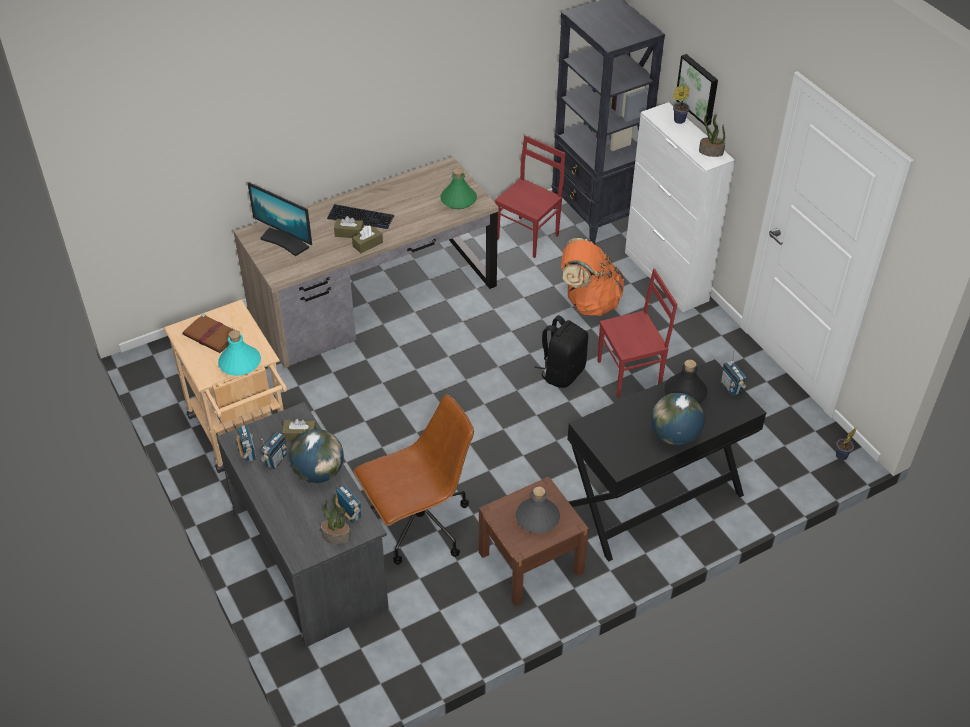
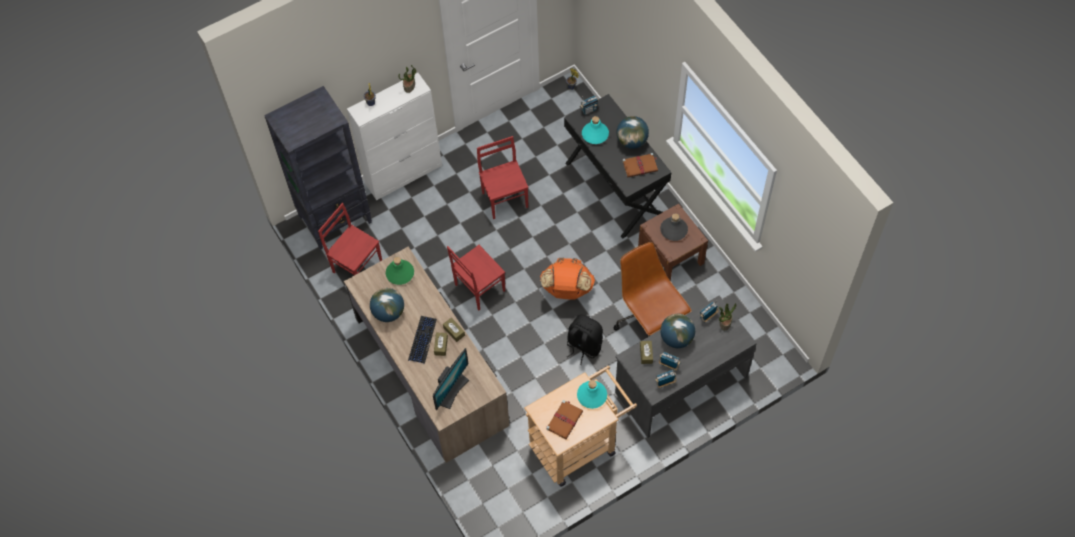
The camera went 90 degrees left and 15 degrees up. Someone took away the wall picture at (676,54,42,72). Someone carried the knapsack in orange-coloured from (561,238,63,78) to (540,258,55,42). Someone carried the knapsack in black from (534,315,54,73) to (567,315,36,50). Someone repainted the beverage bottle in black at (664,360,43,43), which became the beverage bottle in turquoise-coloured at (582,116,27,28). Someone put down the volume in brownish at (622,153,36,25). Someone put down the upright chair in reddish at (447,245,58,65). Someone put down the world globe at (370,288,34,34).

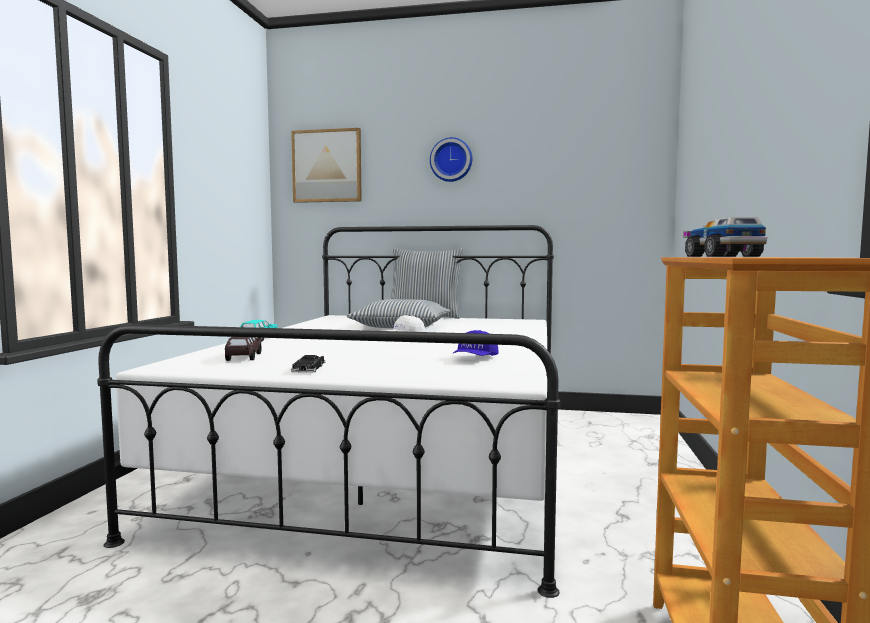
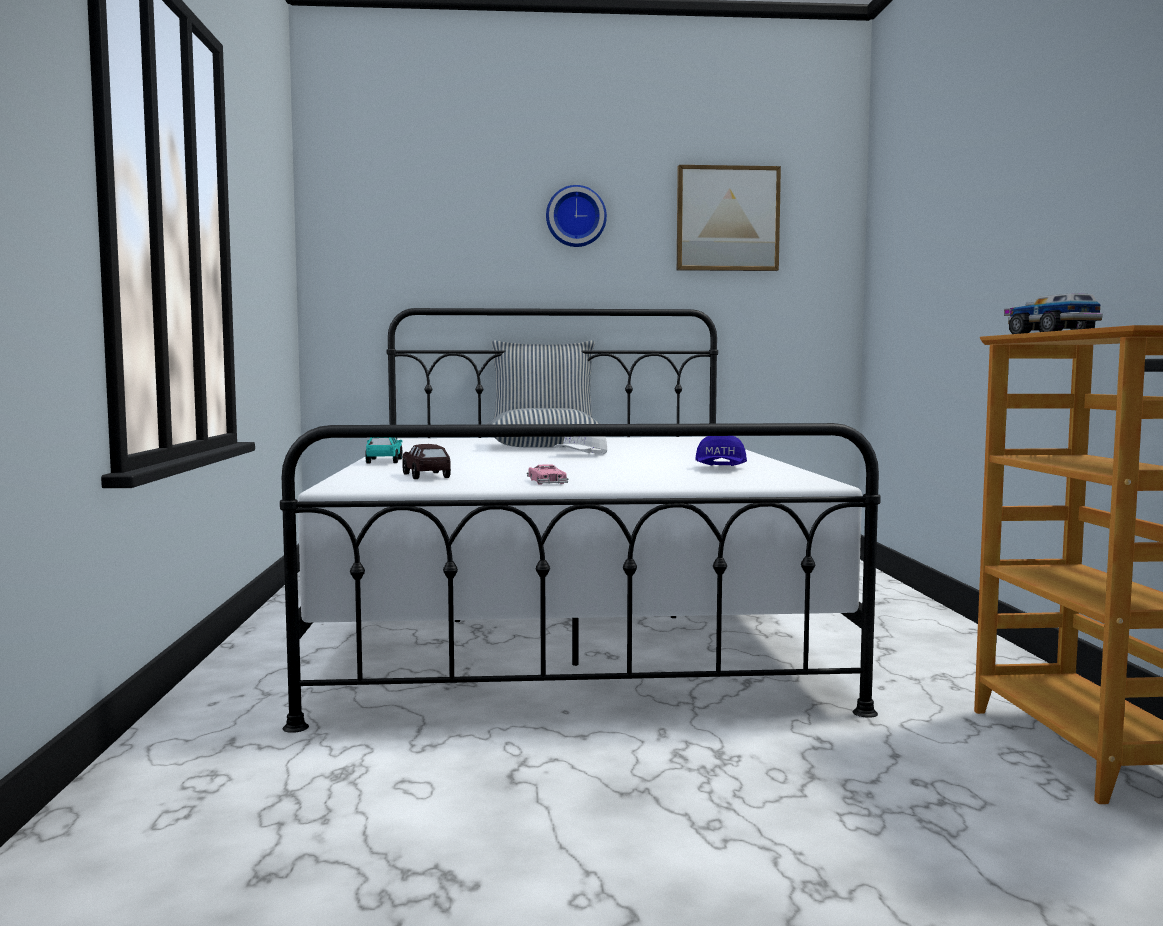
The camera went 15 degrees left and 0 degrees up. Someone carried the wall picture from (291,128,71,75) to (677,165,104,106). Someone repainted the miniature car in black at (291,355,34,18), which became the miniature car in pinkish at (527,464,41,21).

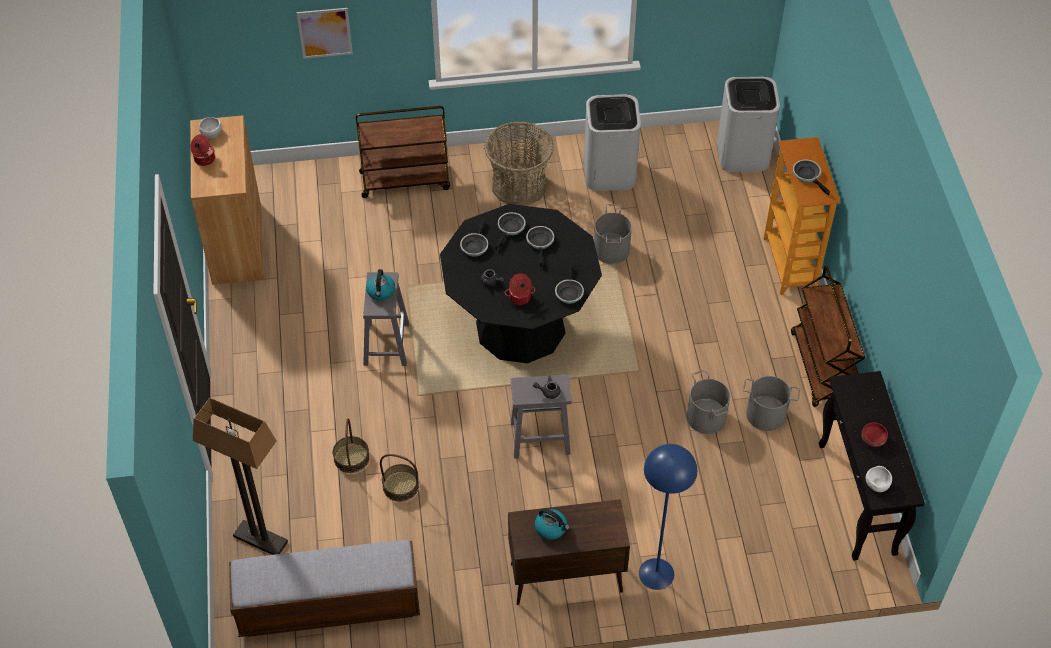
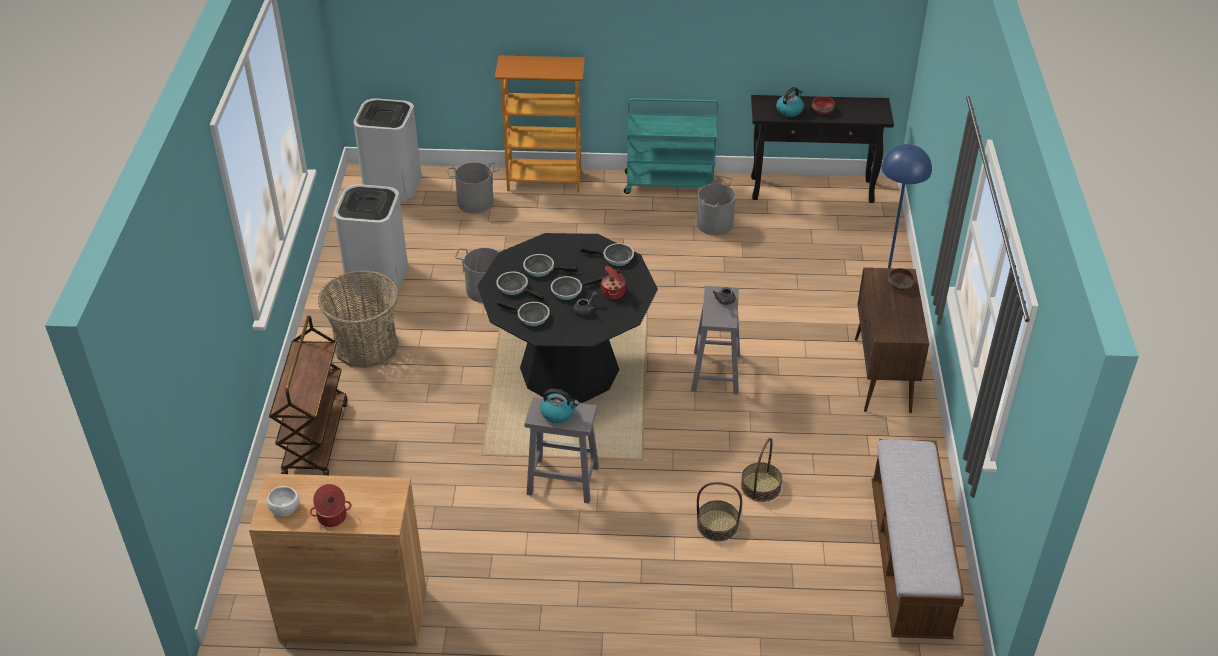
The camera went 80 degrees left and 10 degrees down. Someone took away the wall picture at (297,8,56,51). Someone carried the skillet from (793,159,37,37) to (551,276,52,24). Someone repainted the trolley in brownish at (791,266,74,141), which became the trolley in turquoise-coloured at (624,98,94,96). Someone carried the pail in gray from (687,370,43,64) to (447,162,52,51). Someone took away the floor lamp at (193,398,95,157). Someone took away the deep dish in whitish at (866,466,26,26). Someone carried the water kettle from (535,508,35,32) to (776,87,28,30). Someone put down the deep dish in brownish at (888,268,26,22).

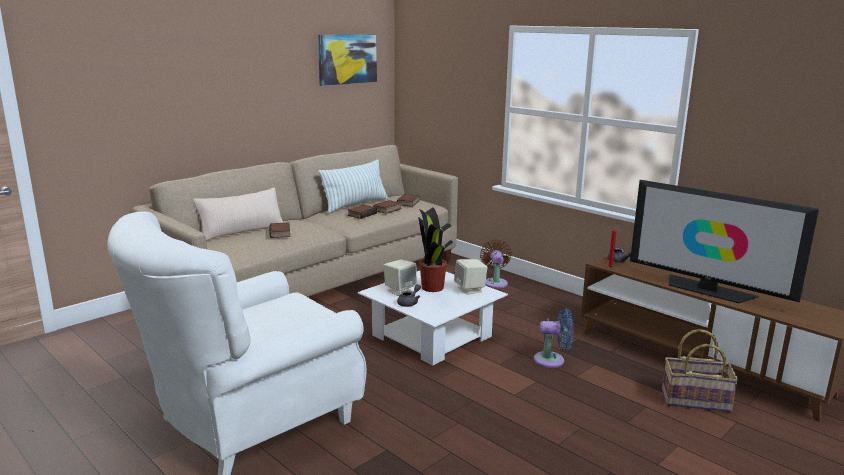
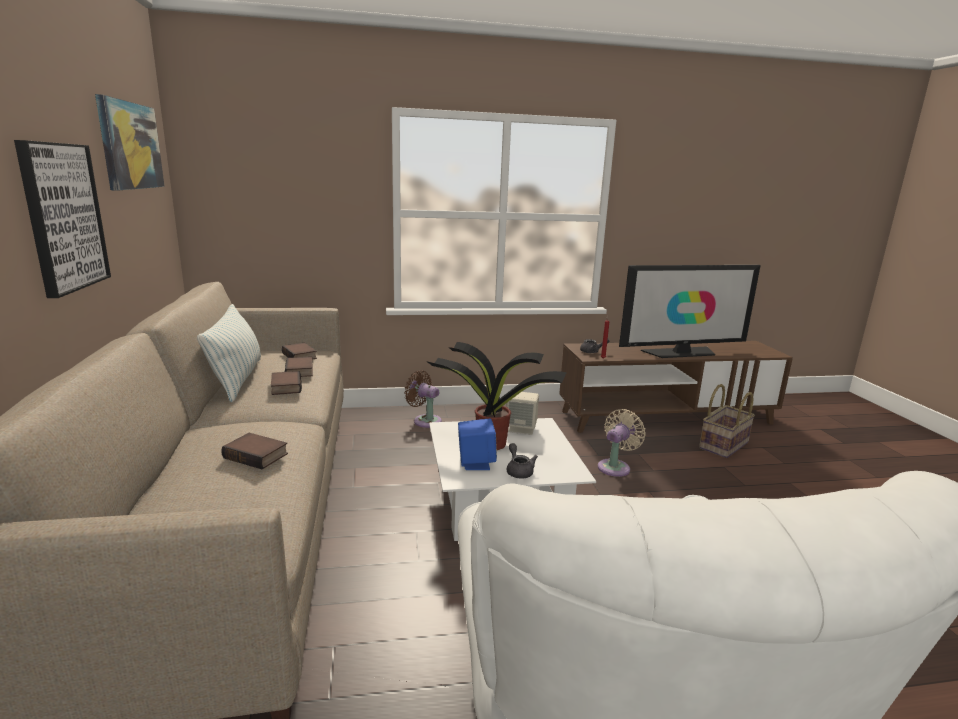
The camera went 55 degrees left and 0 degrees up. Someone took away the throw pillow in sand-coloured at (193,188,90,53). Someone repainted the audio speaker in sand-coloured at (384,259,33,37), which became the audio speaker in blue at (458,419,39,51). Someone repainted the electric fan in blue at (534,308,39,60), which became the electric fan in sand-coloured at (598,409,48,68). Someone put up the wall picture at (14,140,97,158).

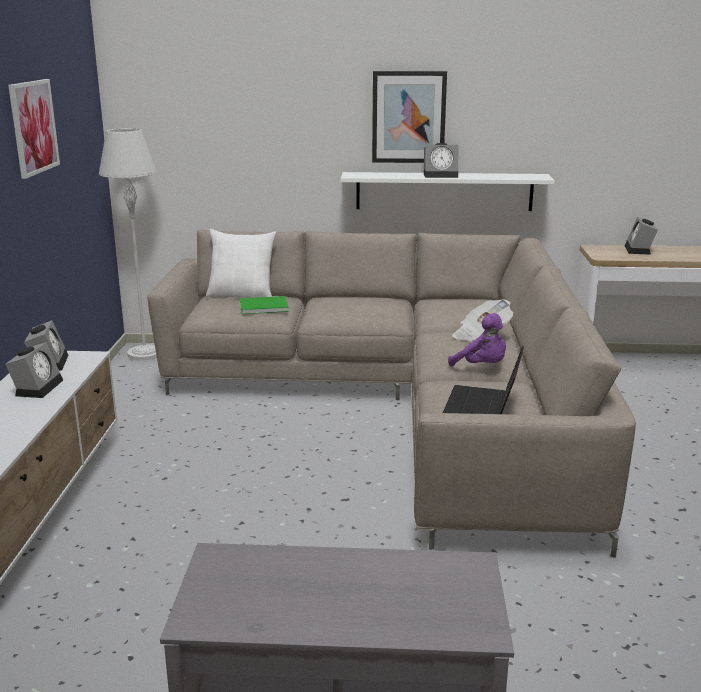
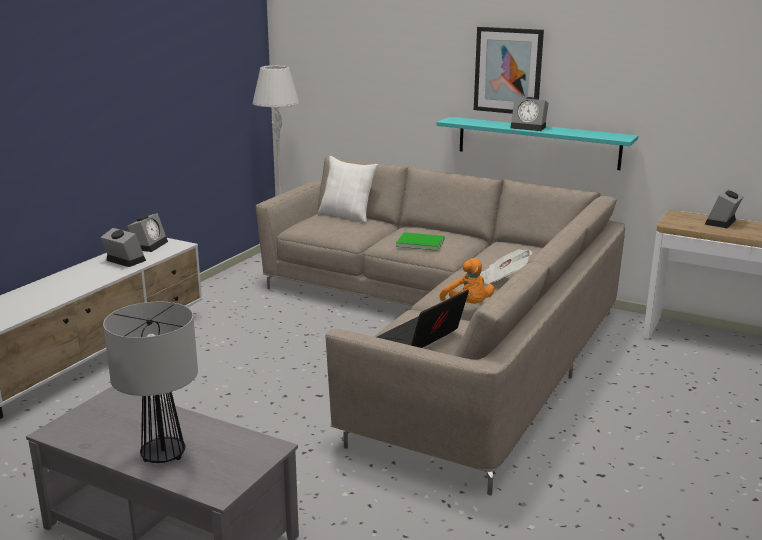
The camera went 25 degrees right and 0 degrees up. Someone took away the wall picture at (8,79,52,100). Someone repainted the wall shelf in whitish at (340,172,215,39), which became the wall shelf in turquoise-coloured at (437,117,201,53). Someone carried the volume in green from (240,296,49,18) to (396,232,49,19). Someone repainted the cuddly toy in purplish at (448,313,58,53), which became the cuddly toy in orange-coloured at (440,258,54,46). Someone rotated the bedside clock at (5,342,58,56) by 90 degrees counterclockwise. Someone put down the tabletop lamp at (103,302,95,161).

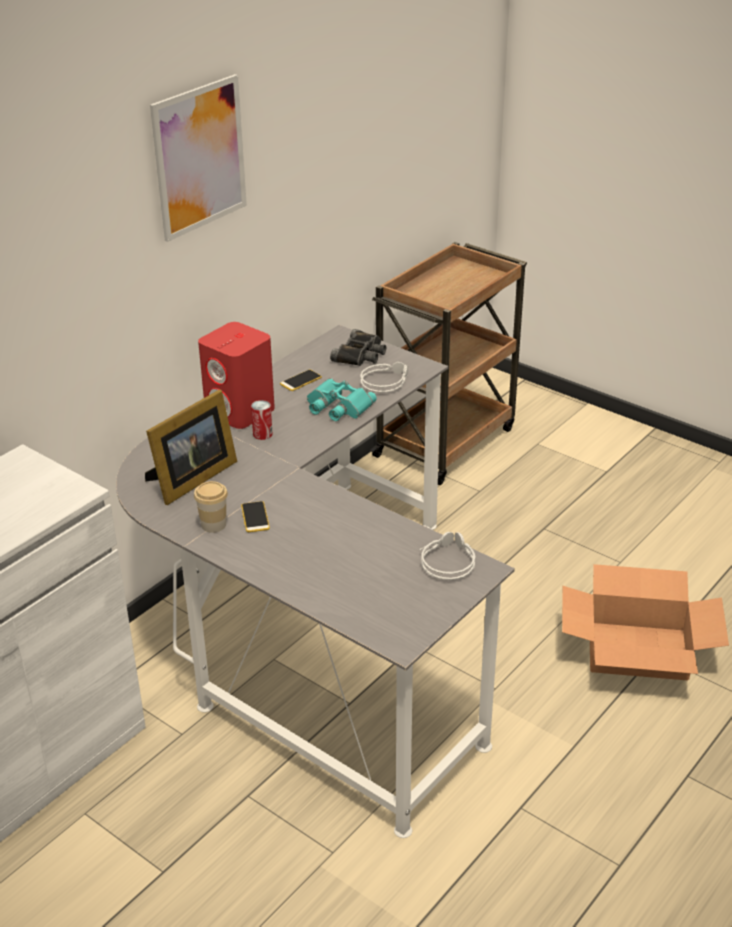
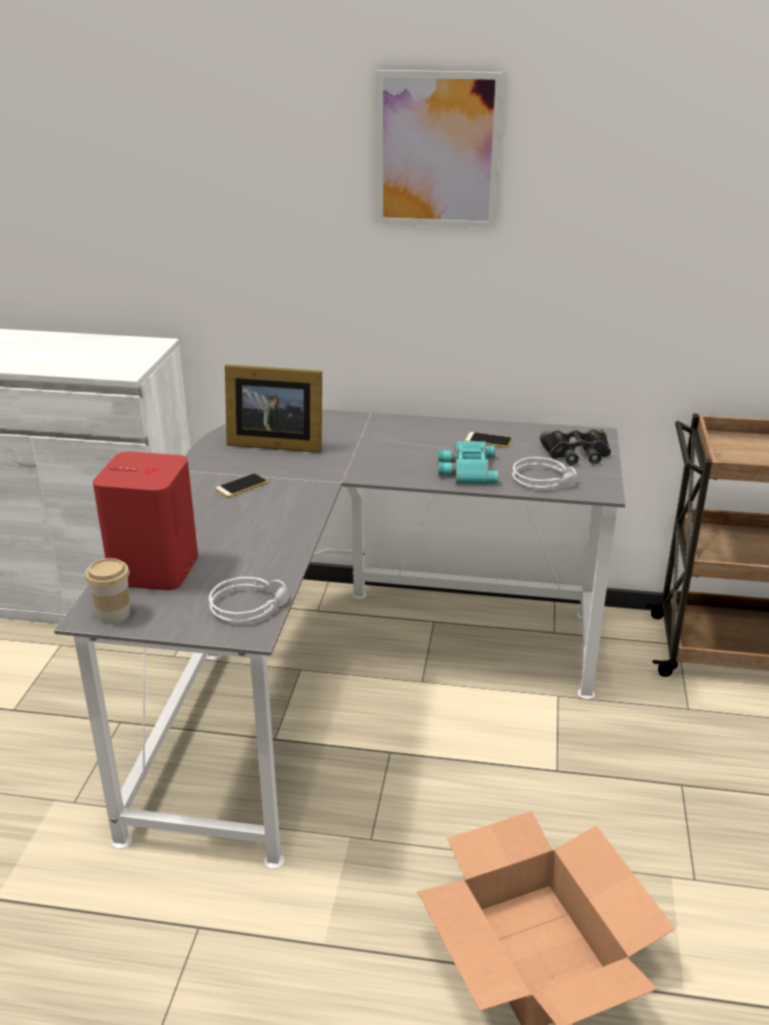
The camera went 60 degrees right and 5 degrees down. Someone carried the audio speaker in reddish from (198,322,77,107) to (93,451,105,140). Someone took away the metal can at (251,400,22,40). Someone carried the small cup from (194,481,34,52) to (85,558,45,66).

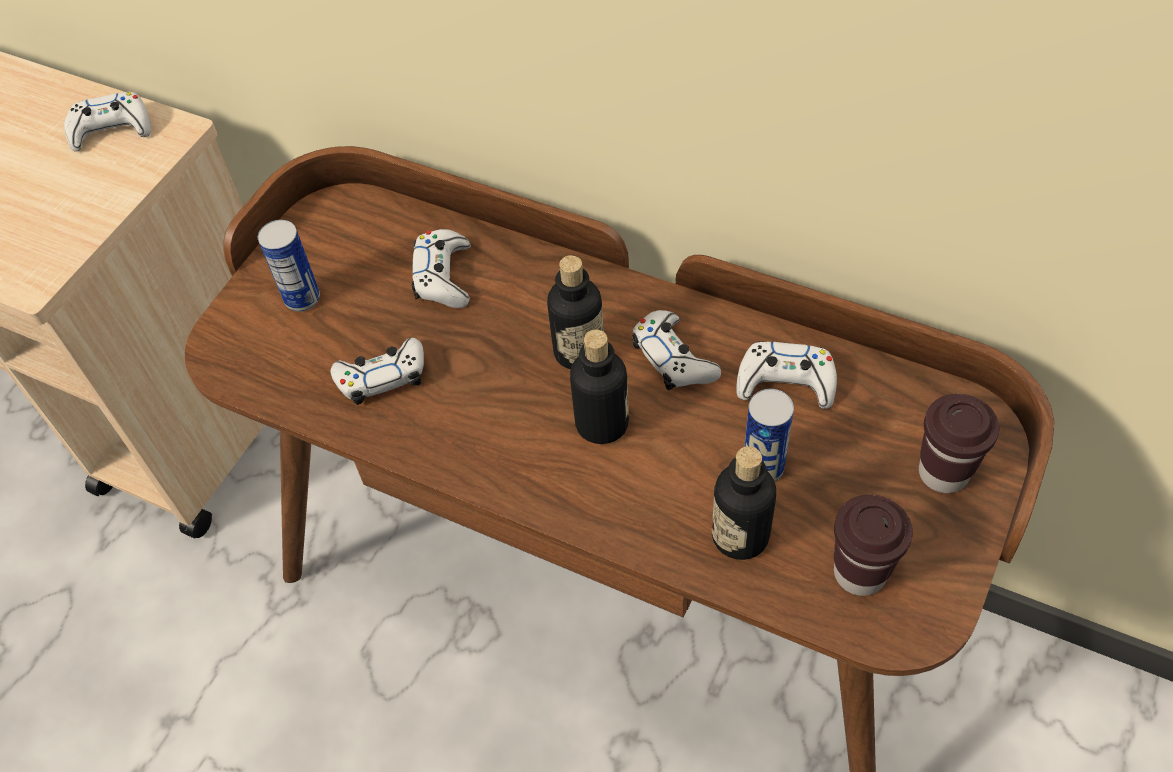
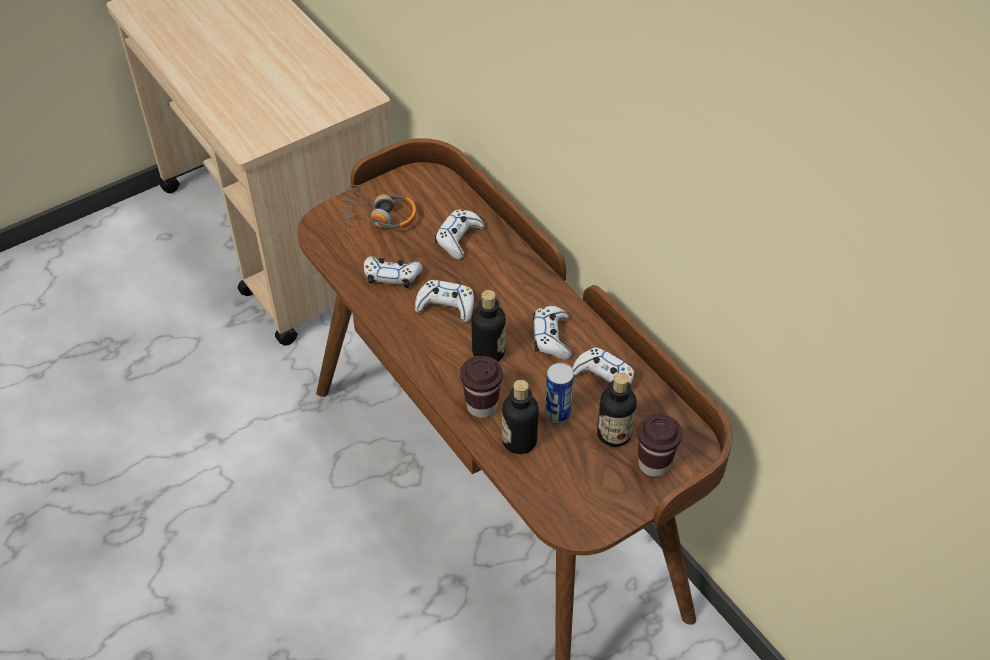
The camera went 25 degrees right and 5 degrees down. Someone carried the game controller in whitish from (64,92,87,60) to (415,280,59,42). Someone swapped the metal can at (258,220,62,92) for the pair of headphones at (339,185,77,46). Someone carried the beverage bottle from (547,255,57,114) to (597,372,39,75). Someone carried the small cup in brownish from (834,495,79,101) to (460,356,43,62).

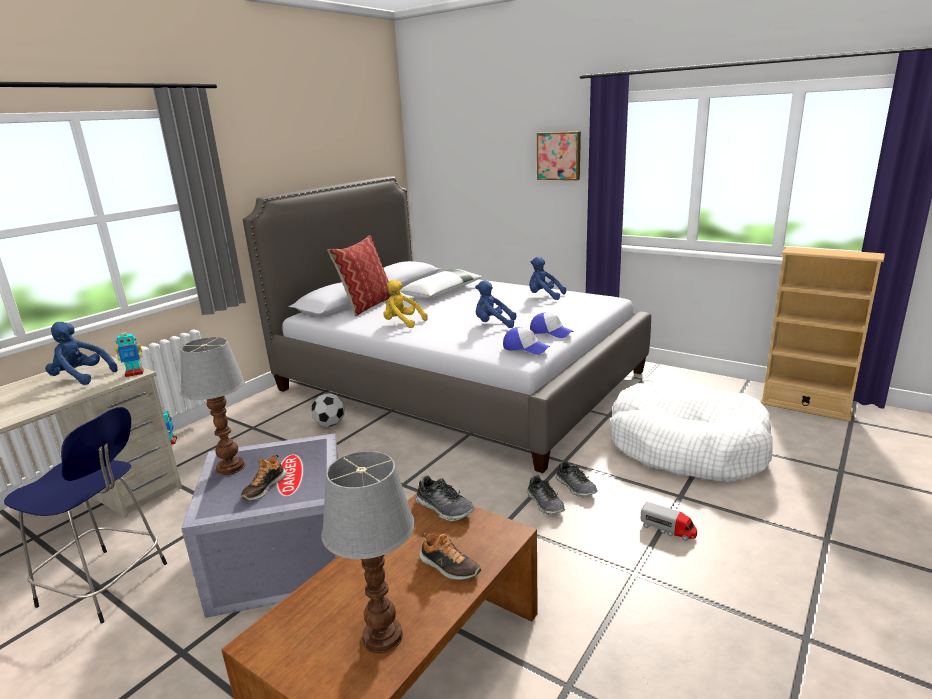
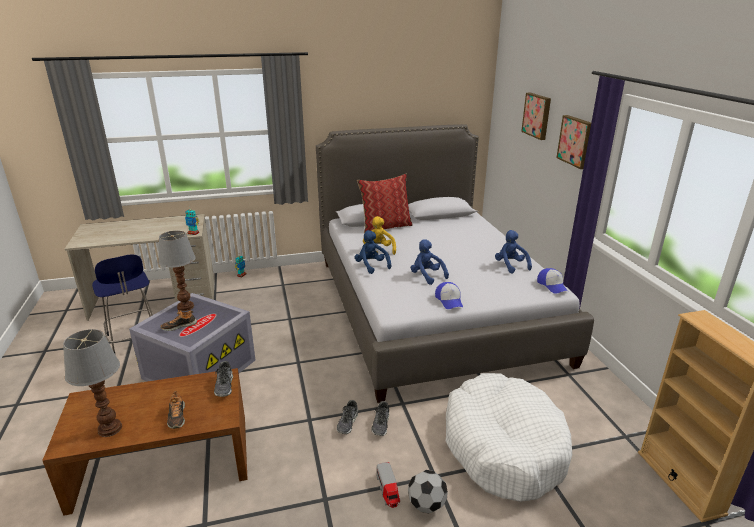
The camera went 40 degrees right and 5 degrees up. Someone took away the throw pillow in whitish at (400,269,82,29). Someone carried the cuddly toy in blue from (45,322,73,63) to (355,230,36,44). Someone carried the peaked cap from (503,327,47,28) to (537,268,31,26). Someone carried the football ball from (311,393,34,34) to (408,470,40,43). Someone put up the wall picture at (521,93,30,47).

